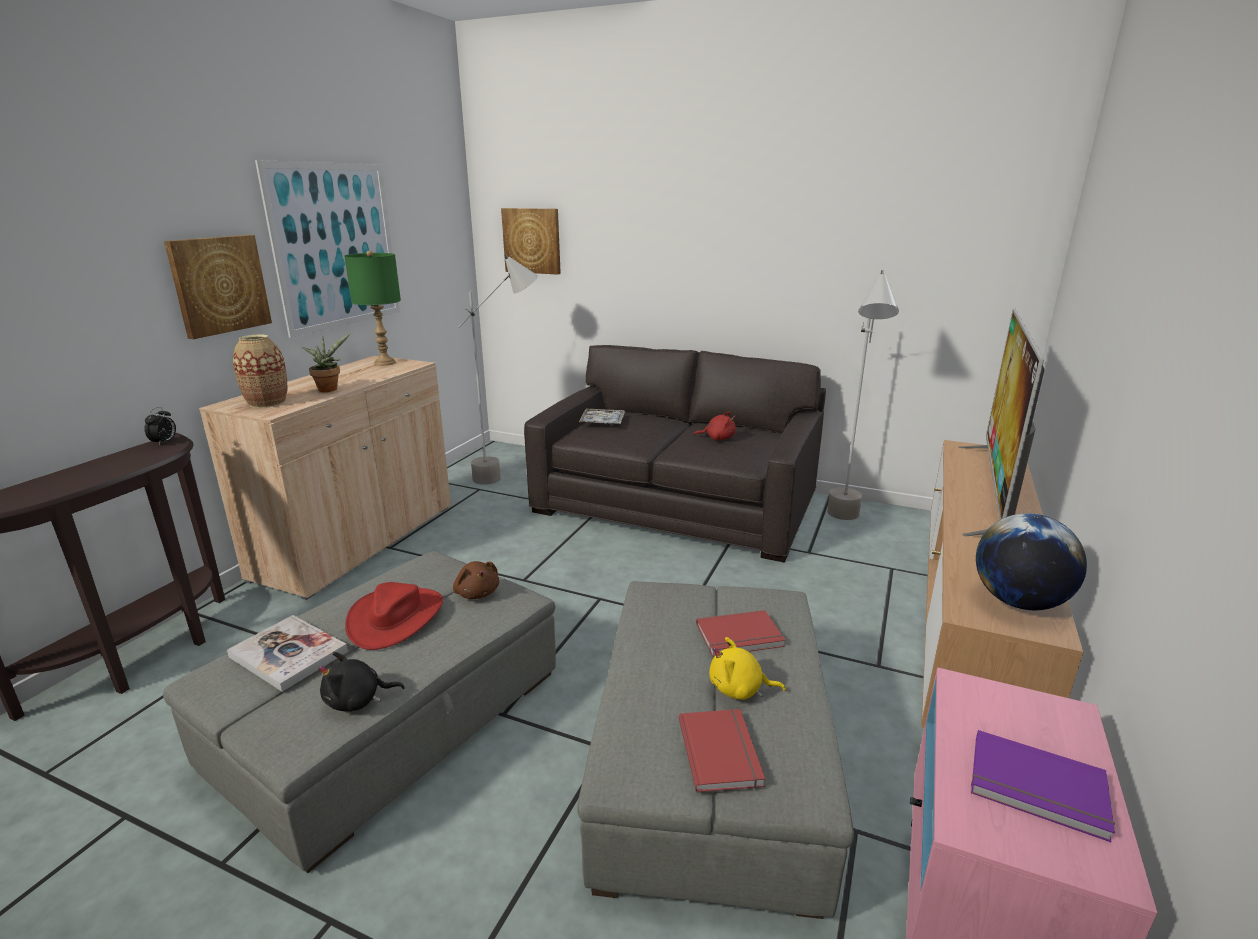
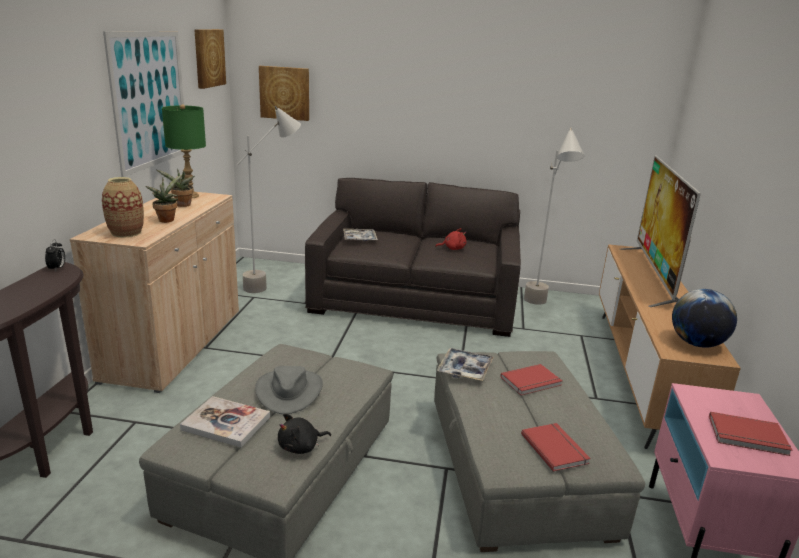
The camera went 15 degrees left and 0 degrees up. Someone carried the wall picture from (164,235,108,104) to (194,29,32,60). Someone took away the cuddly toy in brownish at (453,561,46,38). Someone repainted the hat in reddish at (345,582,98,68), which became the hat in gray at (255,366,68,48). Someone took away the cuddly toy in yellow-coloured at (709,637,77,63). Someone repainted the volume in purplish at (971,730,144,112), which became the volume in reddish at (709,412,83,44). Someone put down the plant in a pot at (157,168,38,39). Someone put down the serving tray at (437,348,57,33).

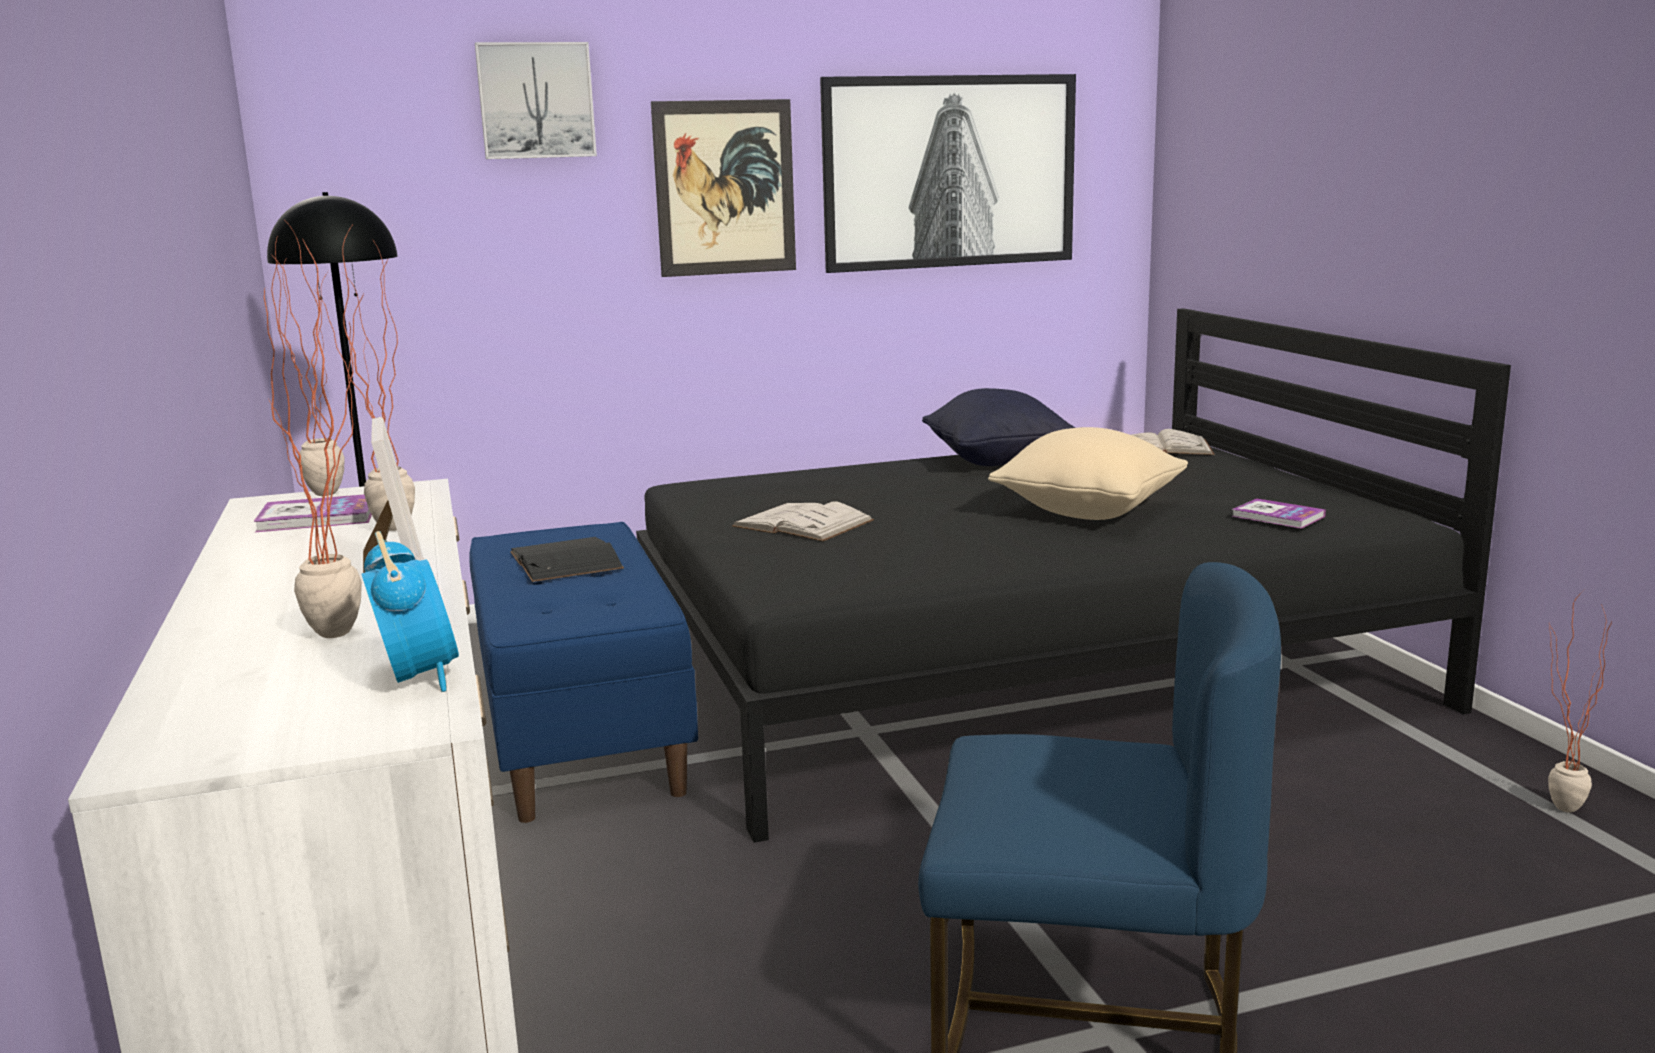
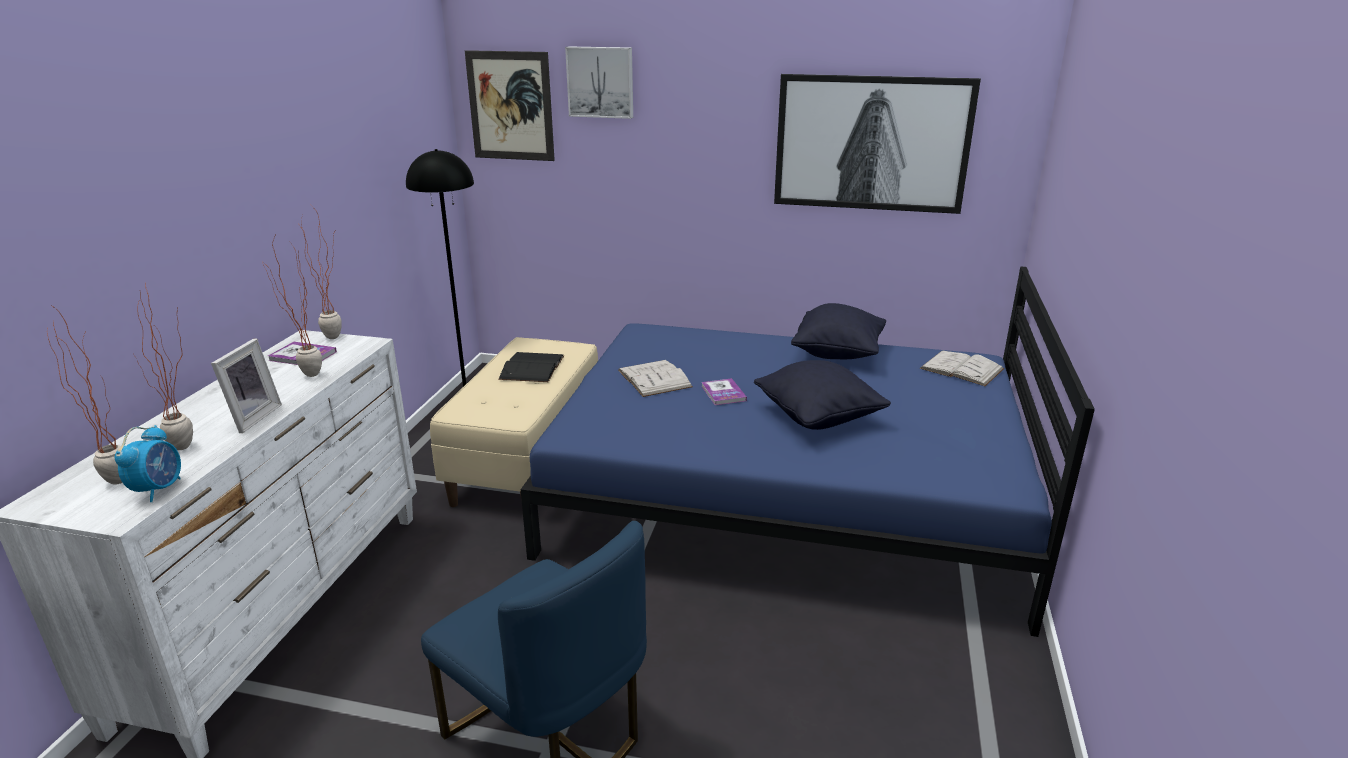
The camera went 30 degrees right and 10 degrees up. Someone carried the wall picture from (651,99,145,178) to (465,50,90,111). Someone repainted the sleeping bed in black at (636,308,875,535), which became the sleeping bed in blue at (521,267,574,370). Someone repainted the throw pillow in sand-coloured at (988,427,200,93), which became the throw pillow in black at (754,360,137,70). Someone carried the volume from (1231,498,95,31) to (701,378,46,27). Someone repainted the bench in blue at (469,522,229,301), which became the bench in sand-coloured at (430,337,168,170). Someone carried the plant in a pot from (1548,590,64,222) to (47,306,75,179).

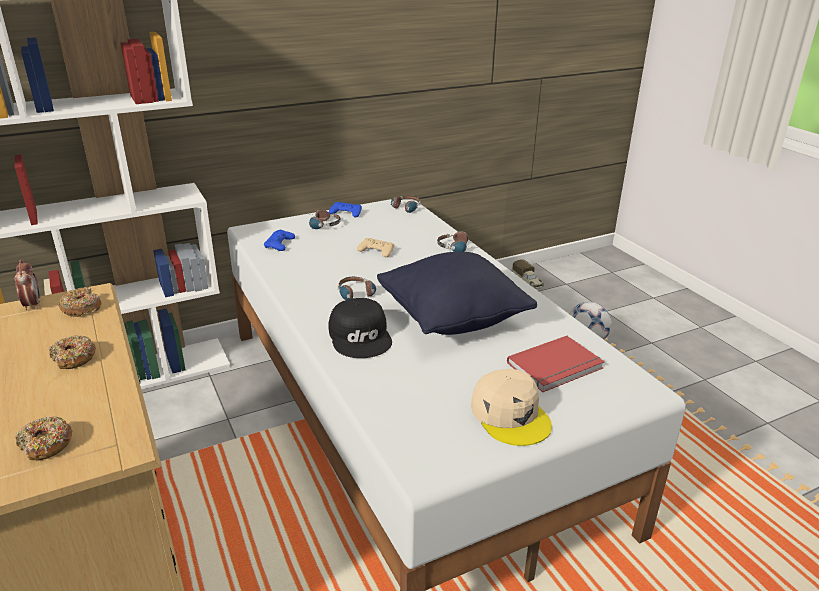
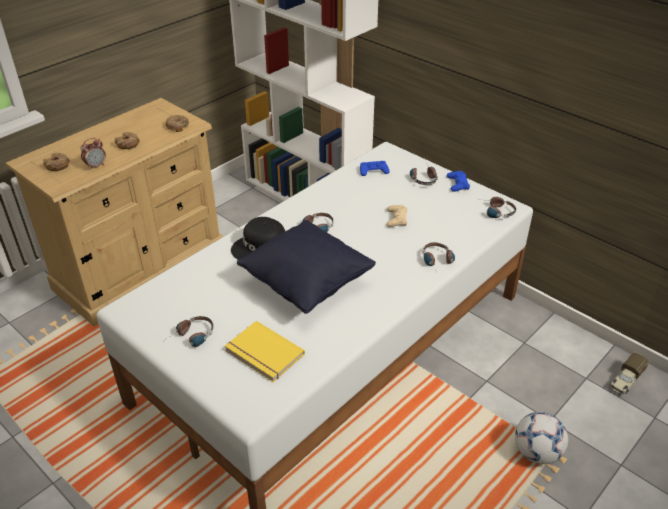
The camera went 70 degrees right and 10 degrees up. Someone carried the bedside clock from (14,259,26,51) to (81,138,25,32). Someone repainted the volume in reddish at (507,336,98,56), which became the volume in yellow-coloured at (225,321,80,61). Someone swapped the peaked cap in sand-coloured at (471,369,81,77) for the pair of headphones at (165,316,49,31).

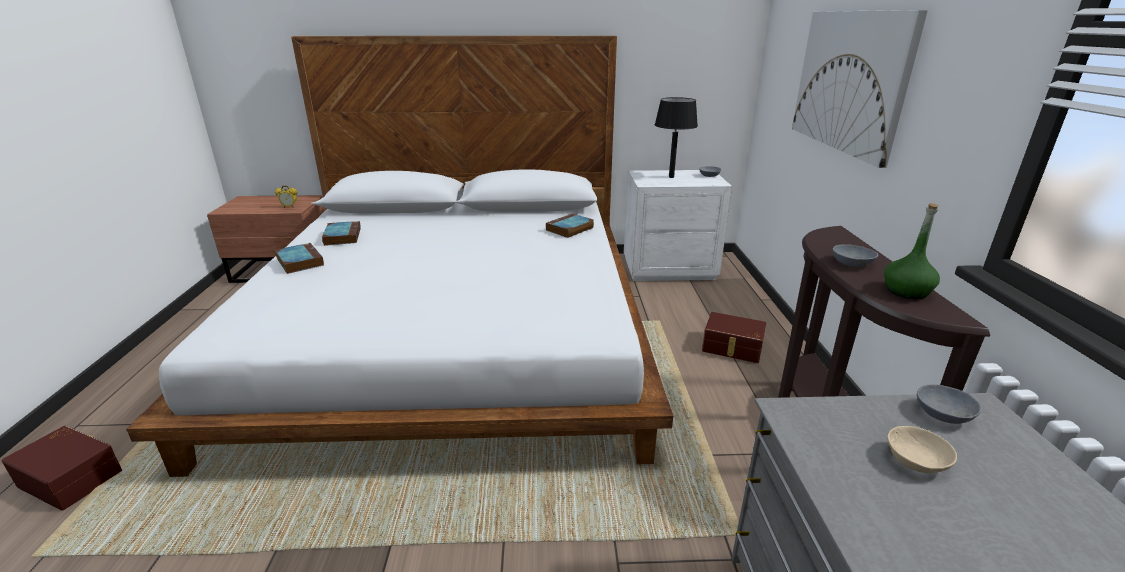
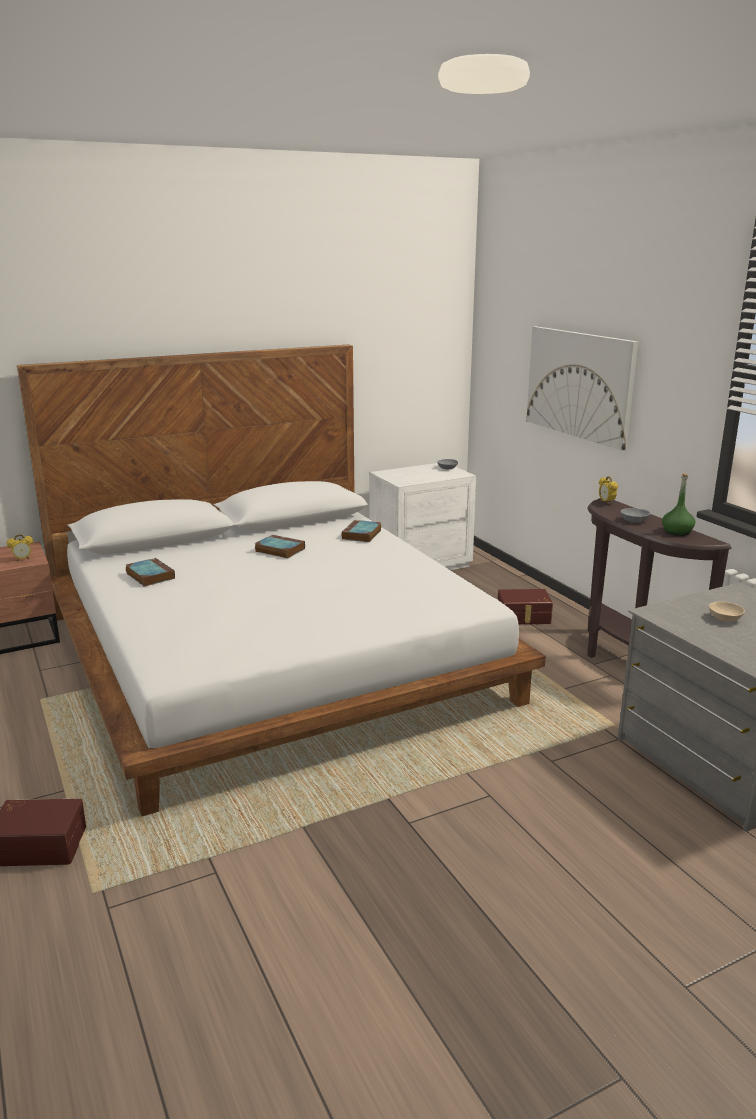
The camera went 25 degrees left and 5 degrees down. Someone took away the tabletop lamp in black at (655,97,43,81). Someone carried the volume from (275,243,49,31) to (255,535,50,23). Someone took away the deep dish in gray at (917,384,64,40). Someone put down the bedside clock at (599,476,19,28).

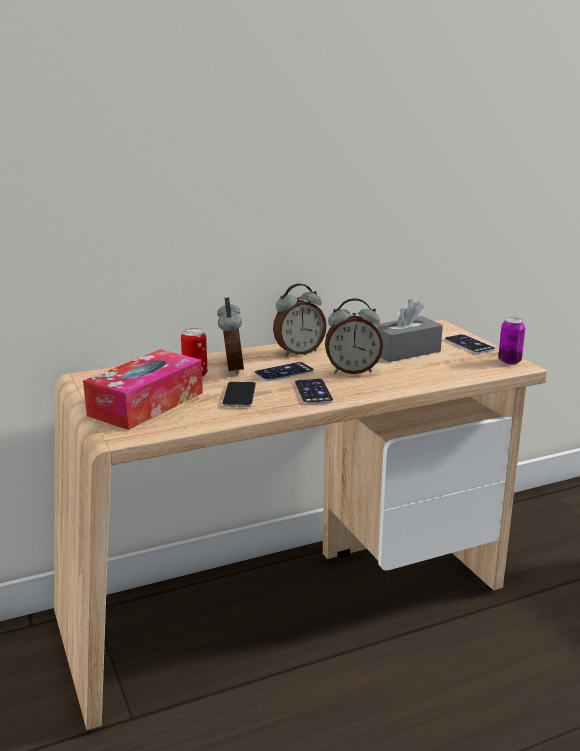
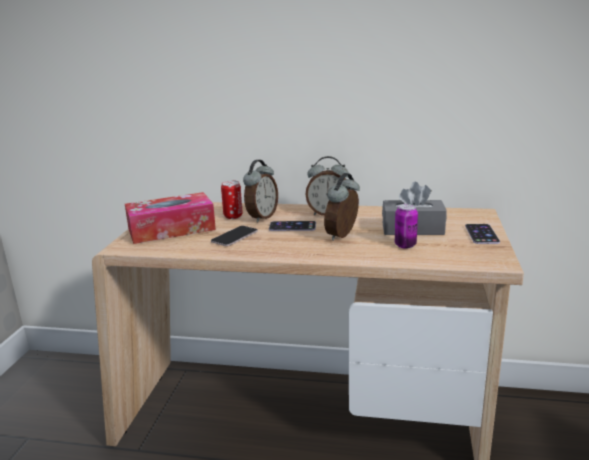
The camera went 35 degrees right and 0 degrees up. Someone rotated the bedside clock at (325,298,58,76) by 90 degrees clockwise. Someone carried the metal can from (498,317,27,47) to (395,204,23,45). Someone took away the phone at (295,379,38,26).

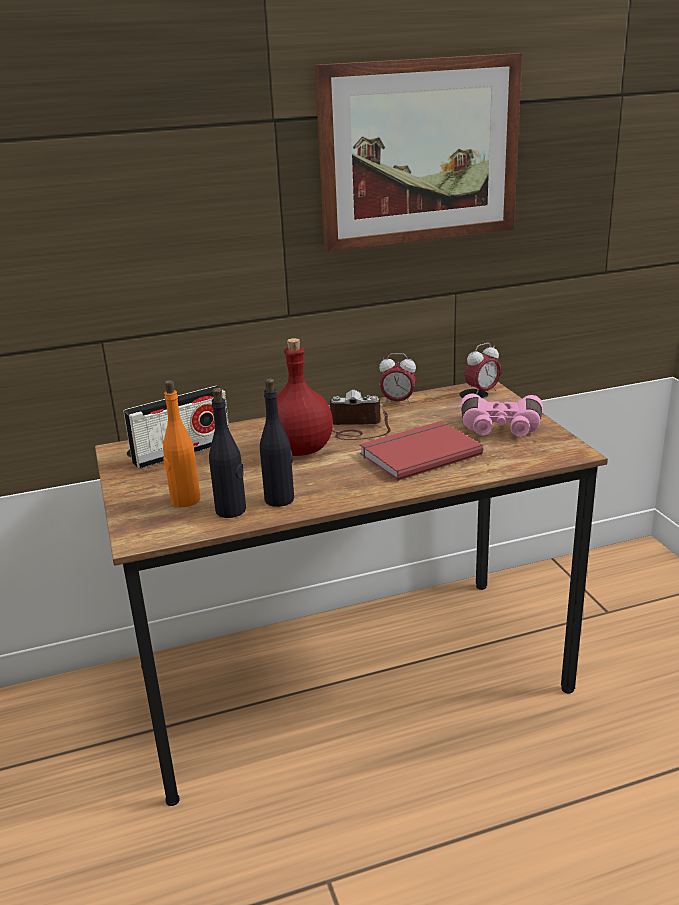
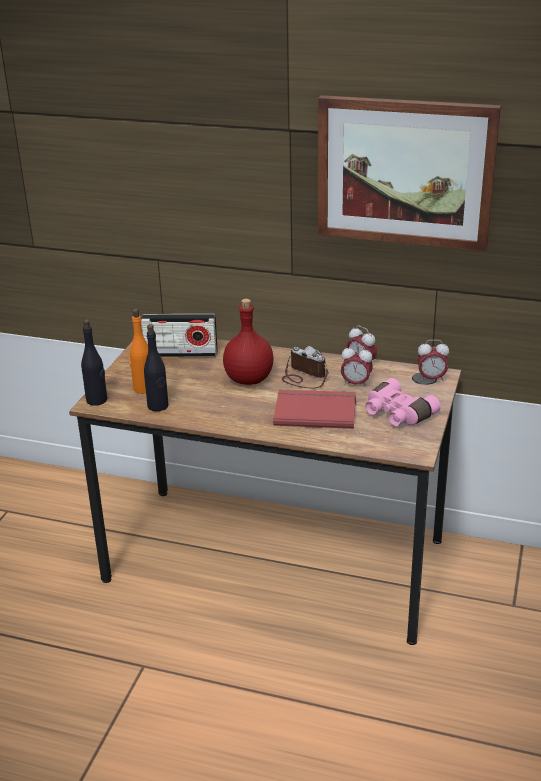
The camera went 35 degrees right and 5 degrees up. Someone carried the beverage bottle in black from (260,378,34,129) to (81,319,26,87). Someone put down the bedside clock at (341,345,32,43).

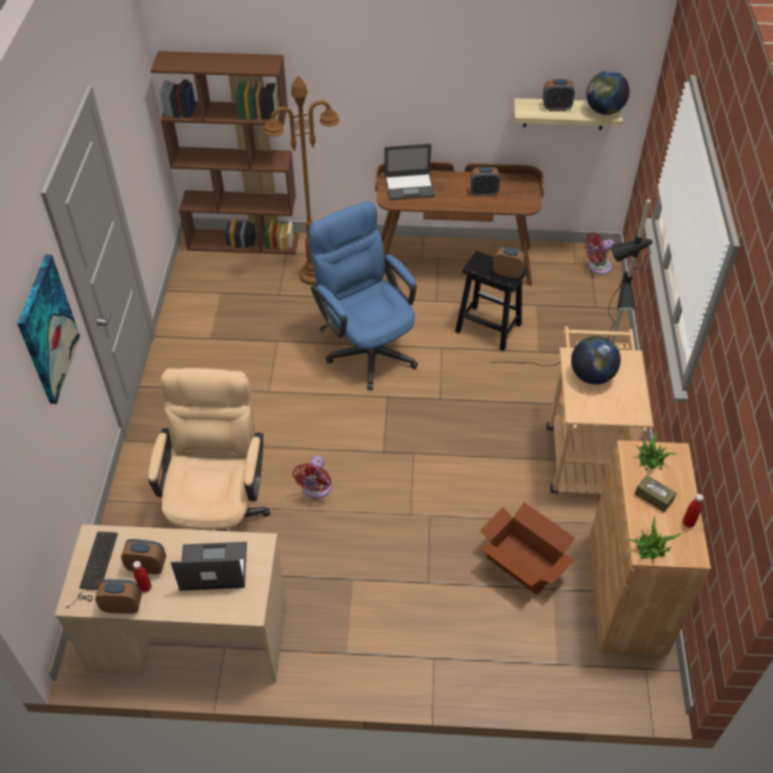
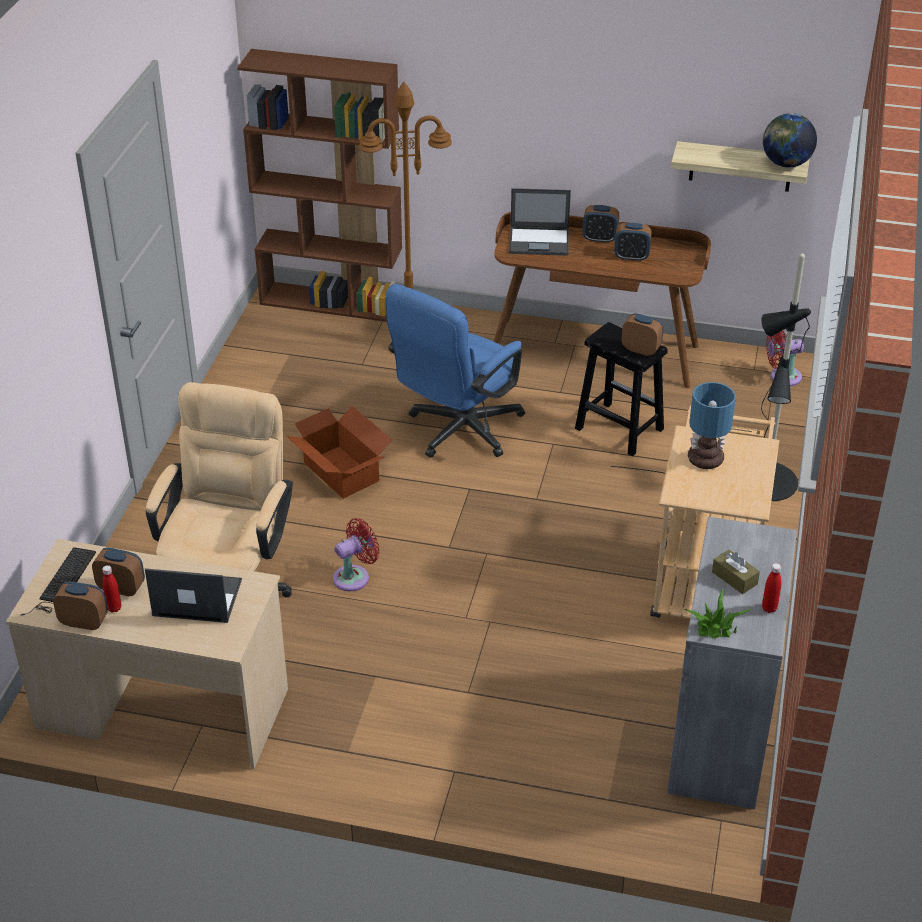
The camera went 10 degrees right and 10 degrees down. Someone carried the bedside clock from (543,79,32,32) to (582,205,37,39). Someone rotated the desk chair in blue at (308,201,110,189) by 120 degrees counterclockwise. Someone took away the wall picture at (17,255,63,149). Someone swapped the world globe at (571,335,50,49) for the tabletop lamp at (688,382,48,87). Someone took away the plant in a pot at (636,431,41,40). Someone repainted the storage cabinet in brownish at (590,440,121,215), which became the storage cabinet in gray at (667,517,130,292). Someone rotated the electric fan in reddish at (293,456,39,43) by 150 degrees counterclockwise. Someone carried the packing box from (480,502,96,93) to (286,406,106,93).

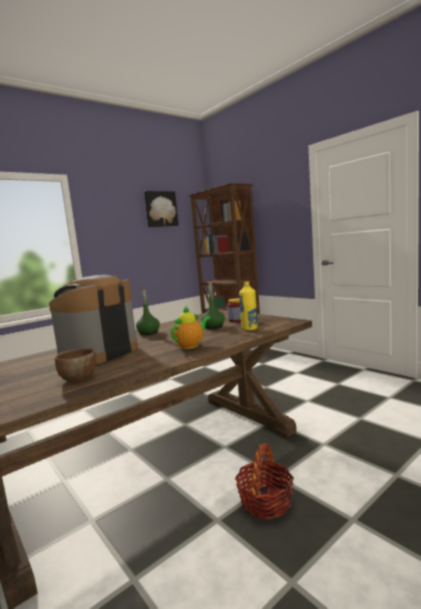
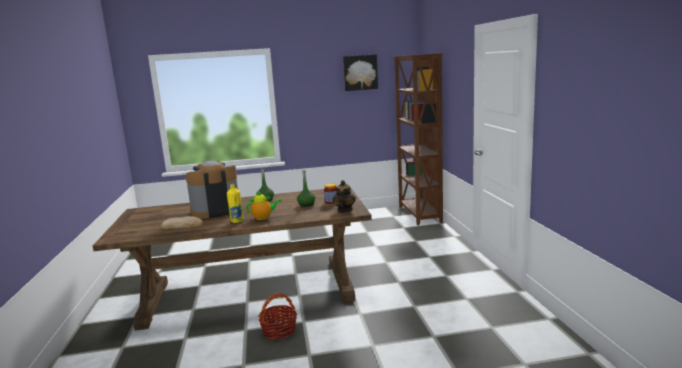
The camera went 30 degrees right and 5 degrees up. Someone carried the beverage bottle in yellow-coloured from (239,281,19,50) to (227,184,17,39). Someone swapped the deep dish in brownish at (55,348,41,35) for the baked bread at (161,216,42,13). Someone put down the pot for tea at (333,180,23,32).

